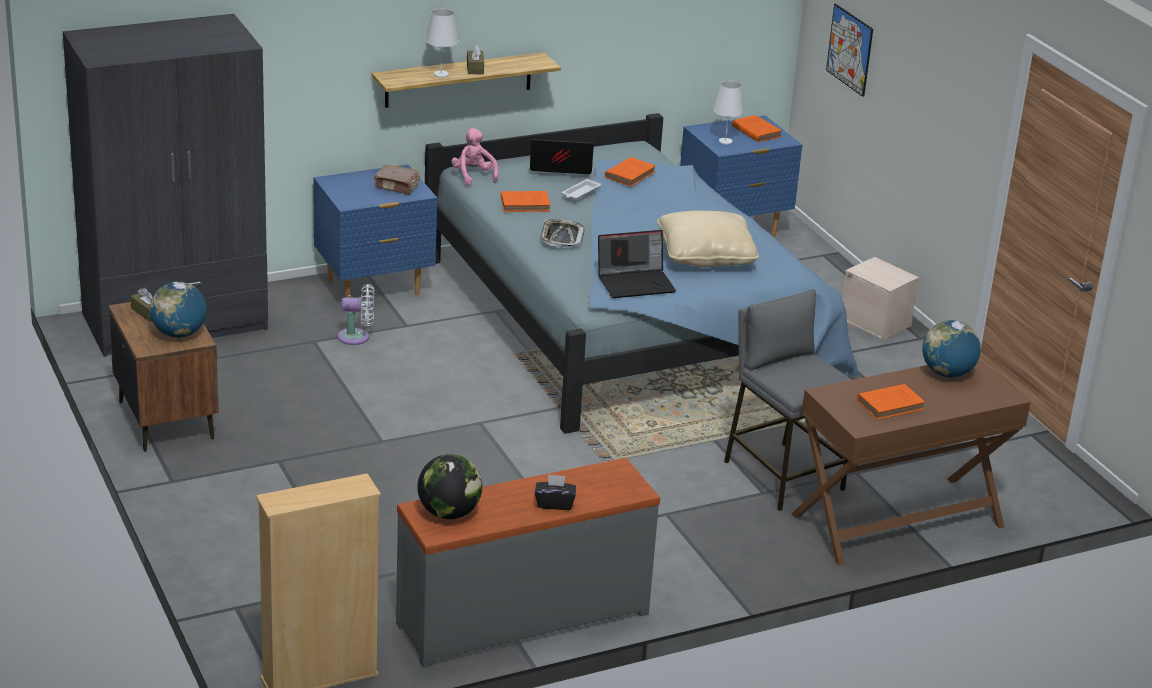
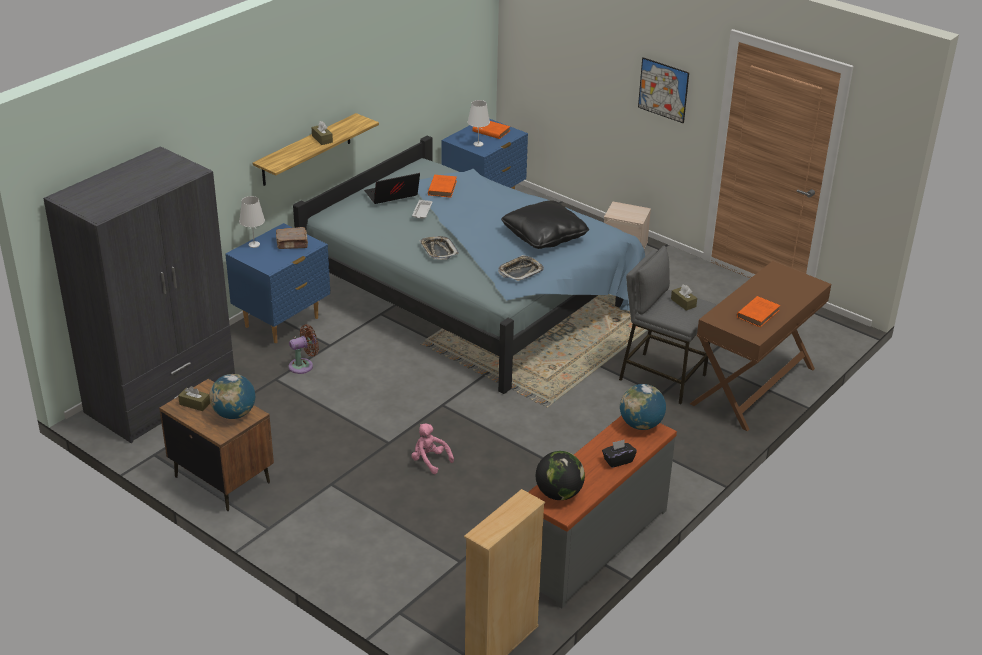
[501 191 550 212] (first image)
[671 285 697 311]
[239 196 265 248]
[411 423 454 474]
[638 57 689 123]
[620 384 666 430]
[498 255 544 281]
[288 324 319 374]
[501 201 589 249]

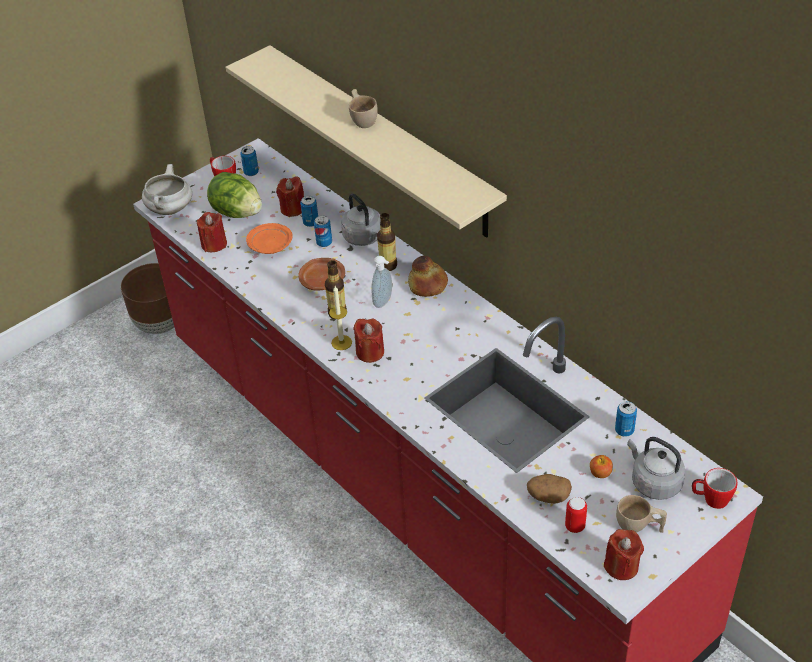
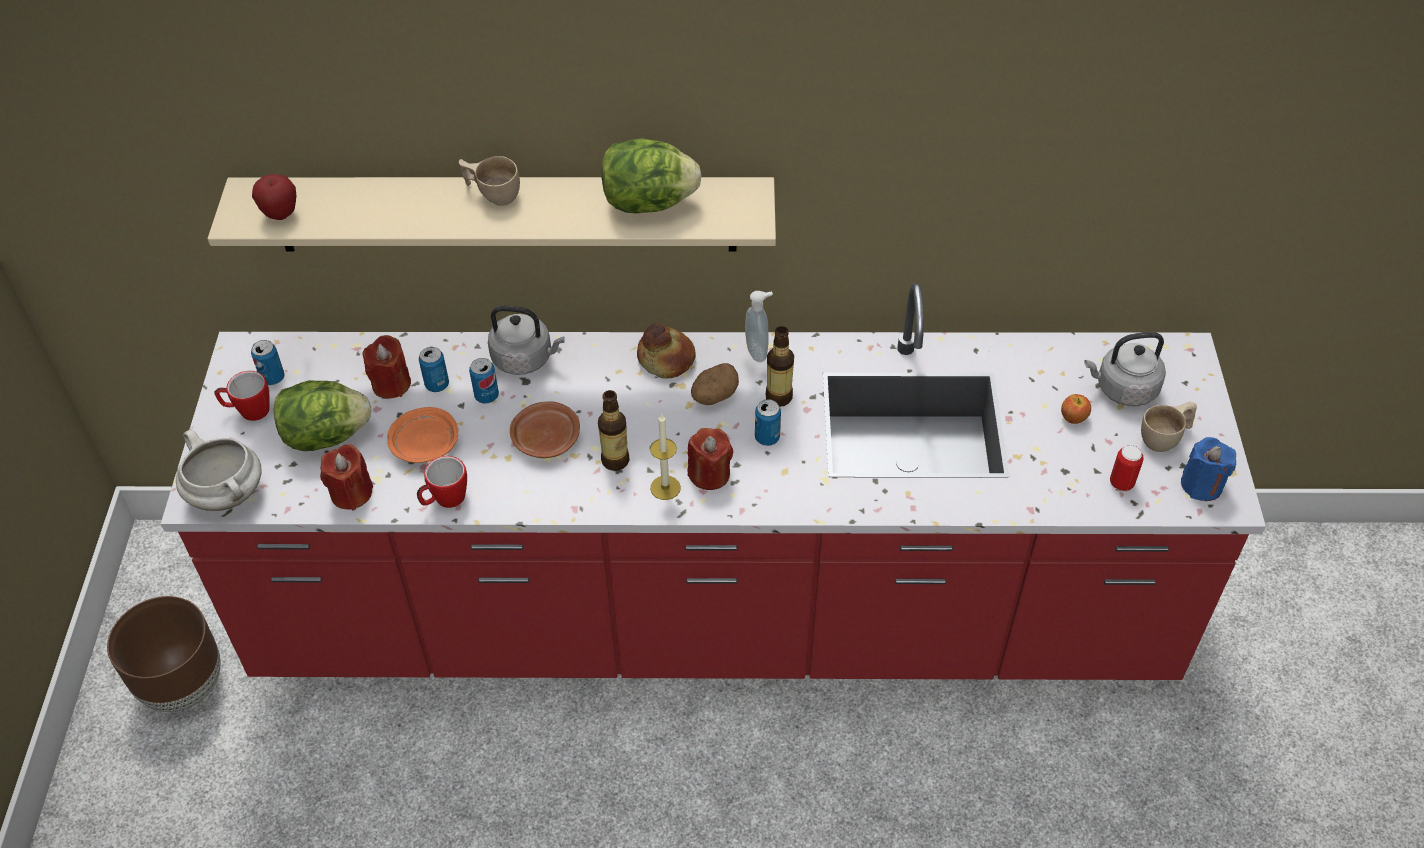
[252 174 296 220]
[601 138 702 214]
[745 291 773 362]
[765 326 794 407]
[691 363 739 405]
[755 399 781 446]
[417 456 467 508]
[1181 437 1236 501]

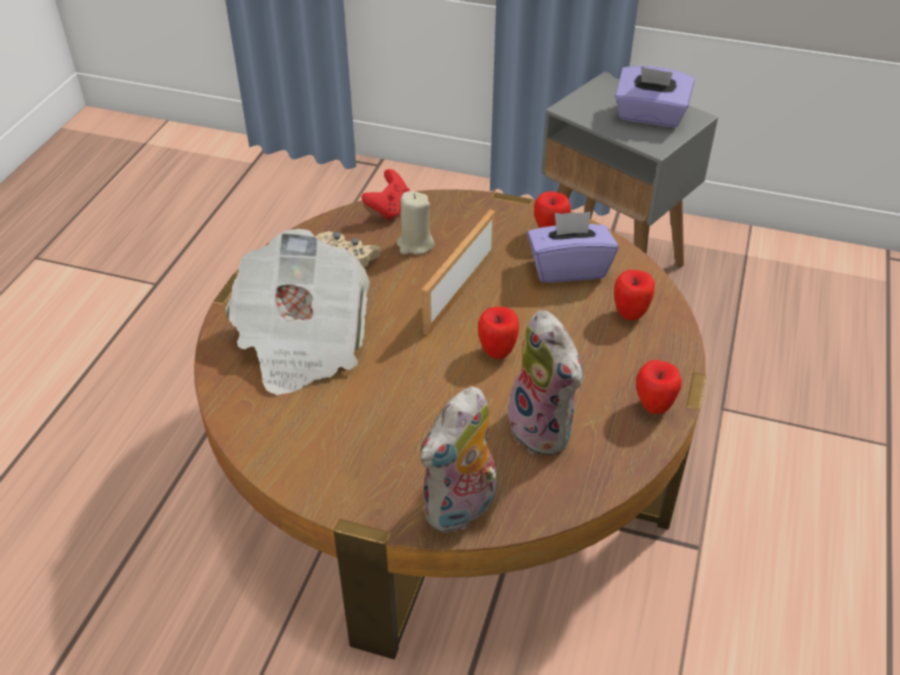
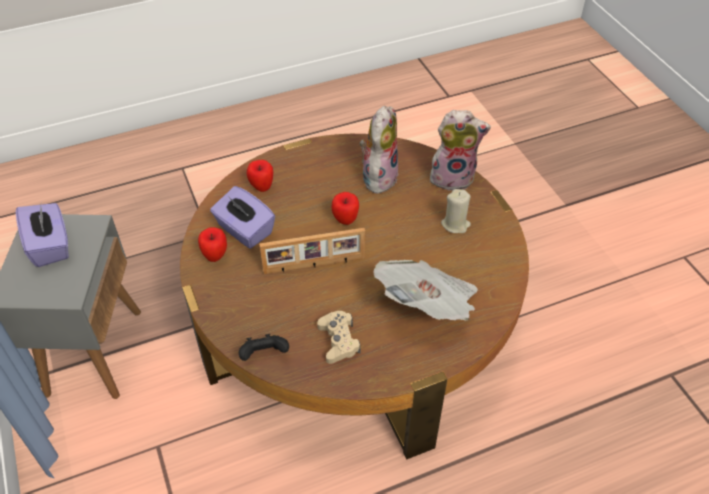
[636 360 682 414] (first image)
[441 189 471 233]
[239 334 289 361]

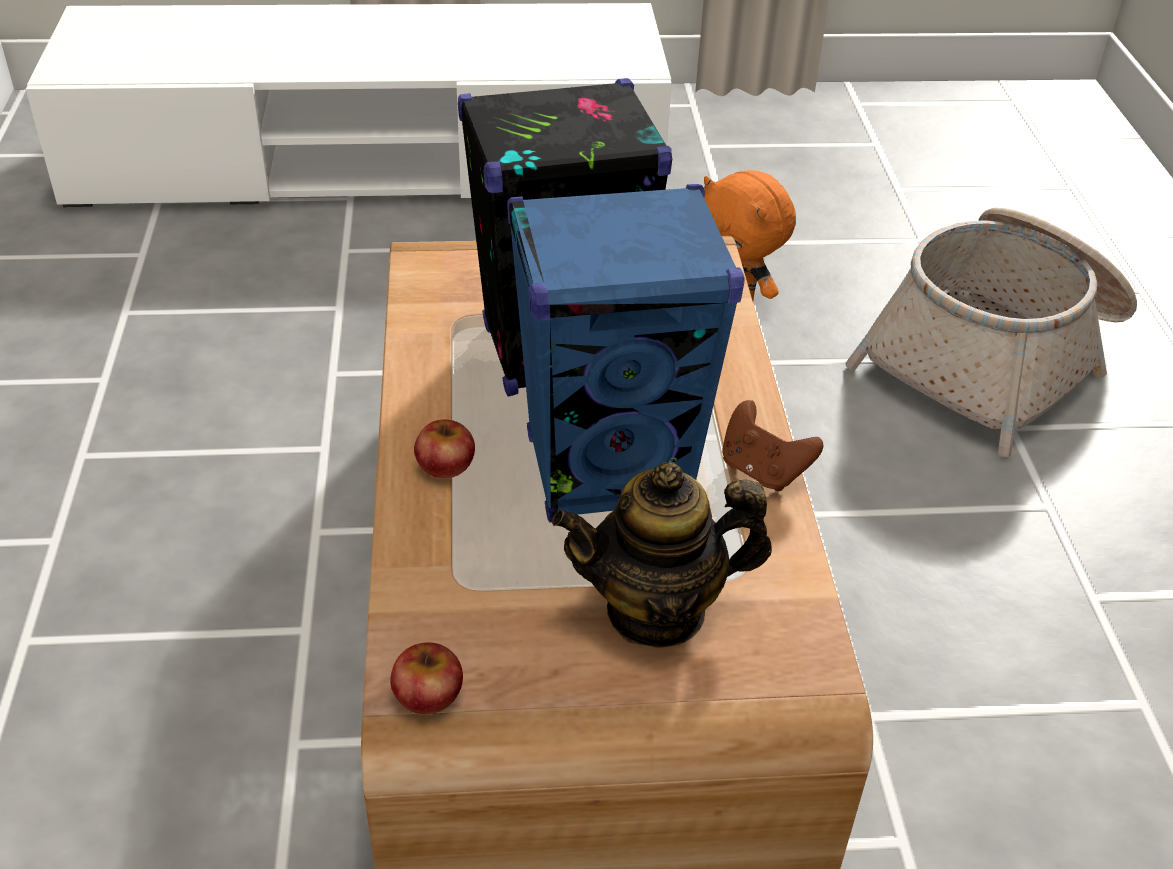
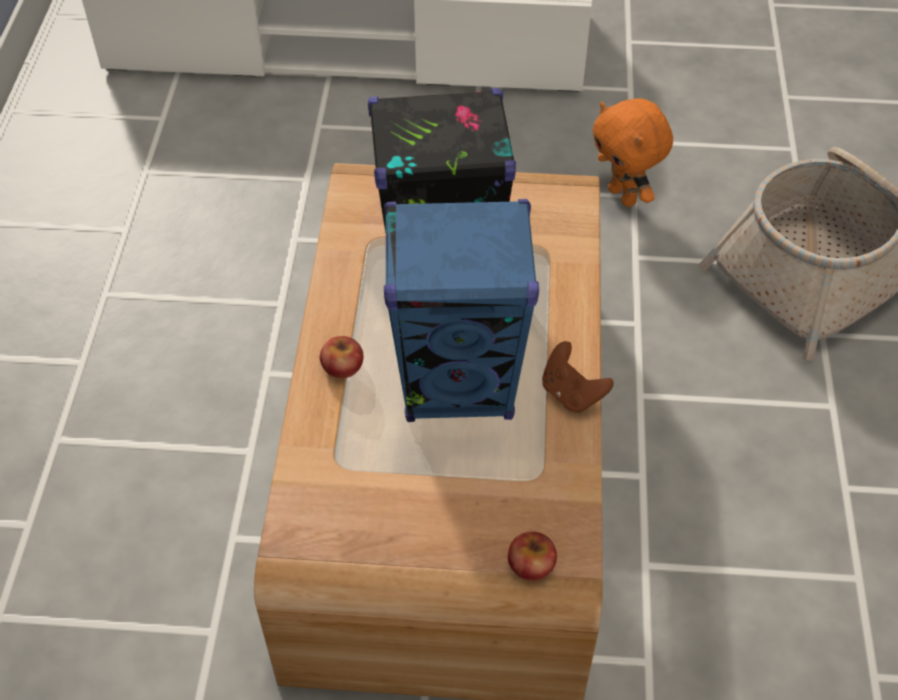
[552 462 772 648] (first image)
[508 532 557 581]

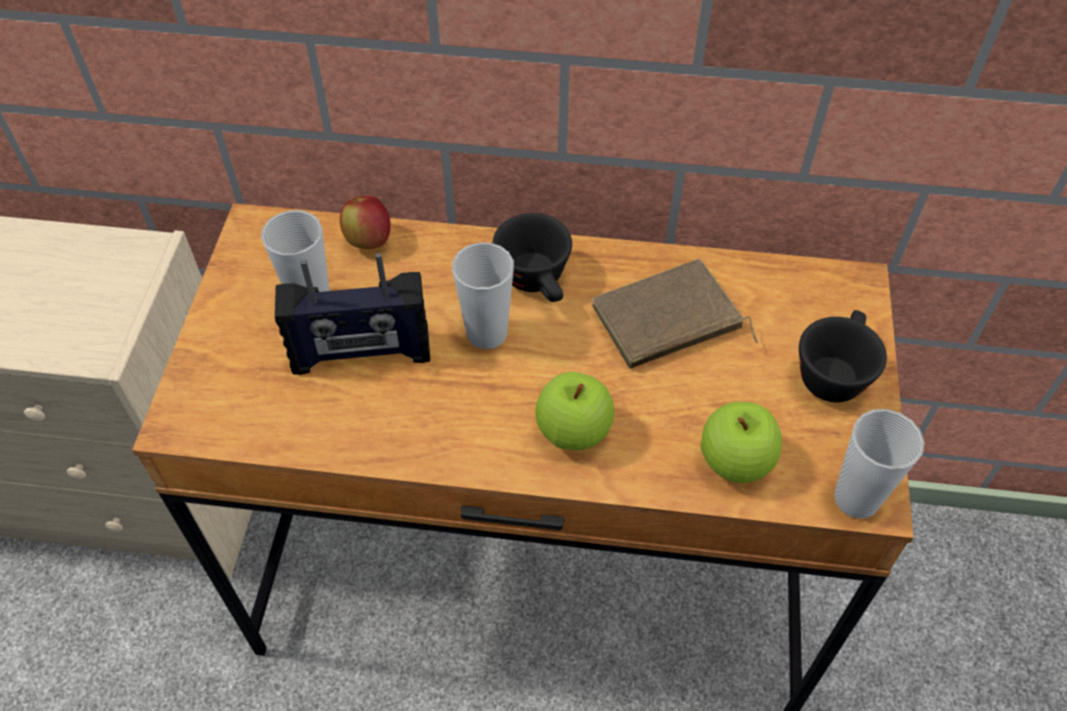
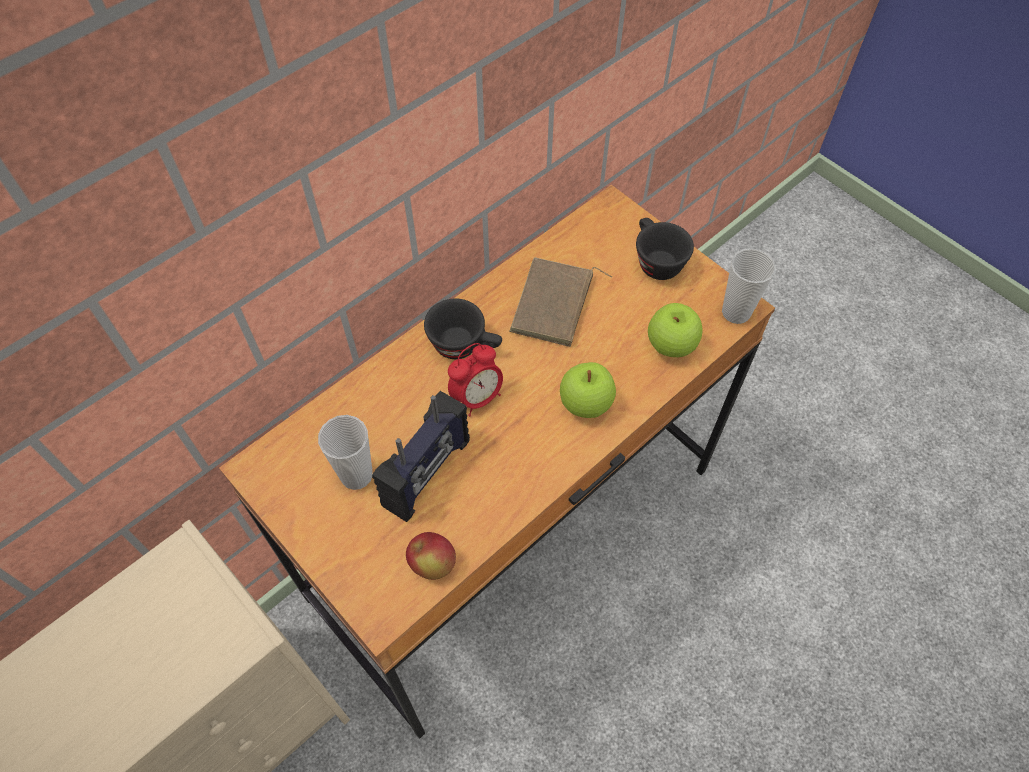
[406 532 456 580]
[448 343 503 417]

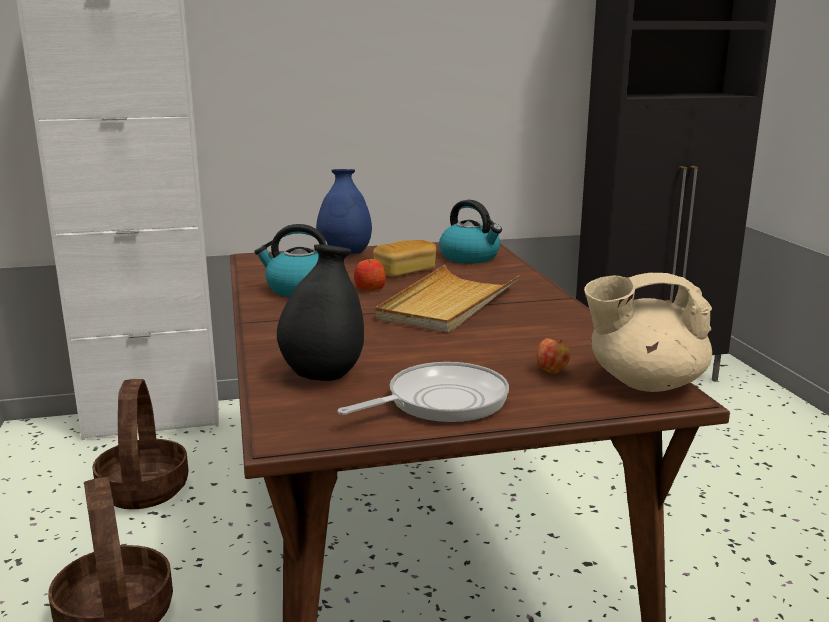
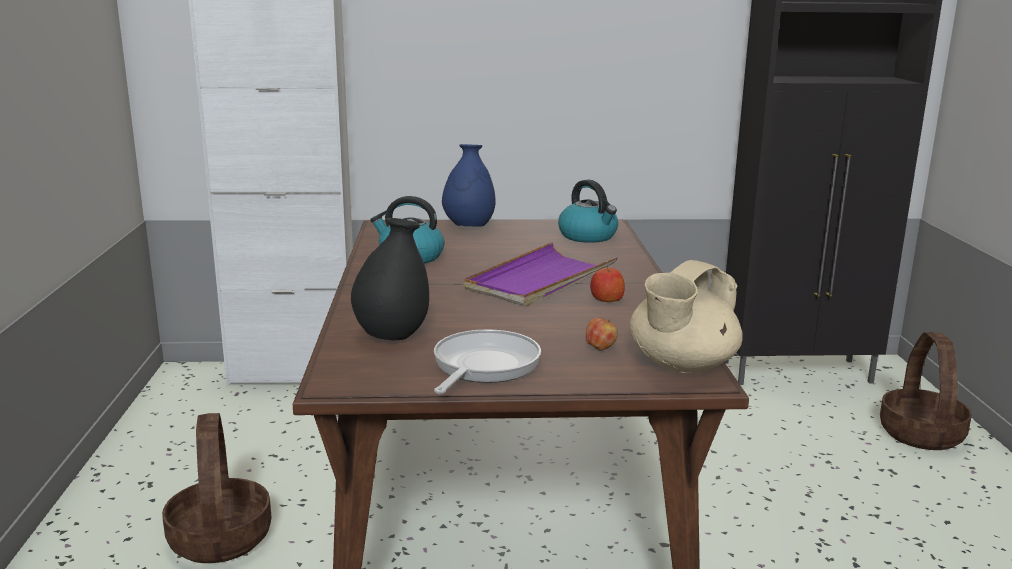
[373 240 436 277] (first image)
[880 332 972 450]
[590 266 625 302]
[464 242 618 307]
[434 330 541 394]
[629 260 743 373]

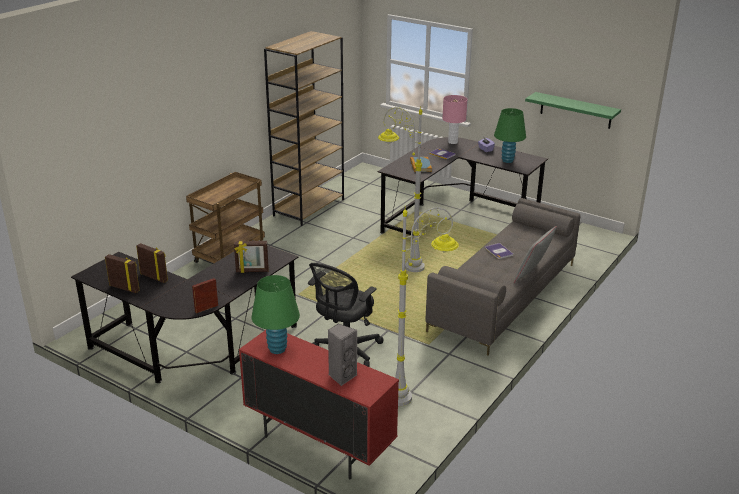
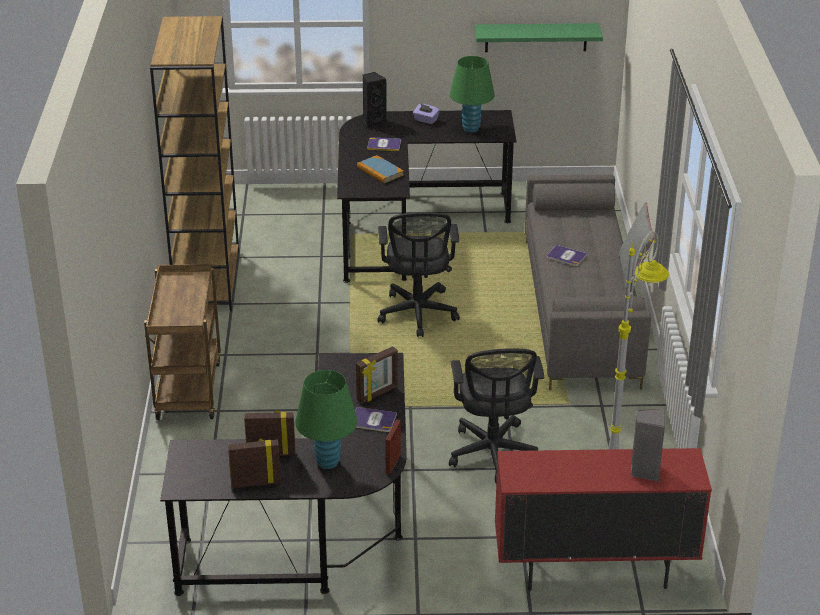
[355 407 397 432]
[295 370 357 469]
[377 212 460 337]
[363 72 386 128]

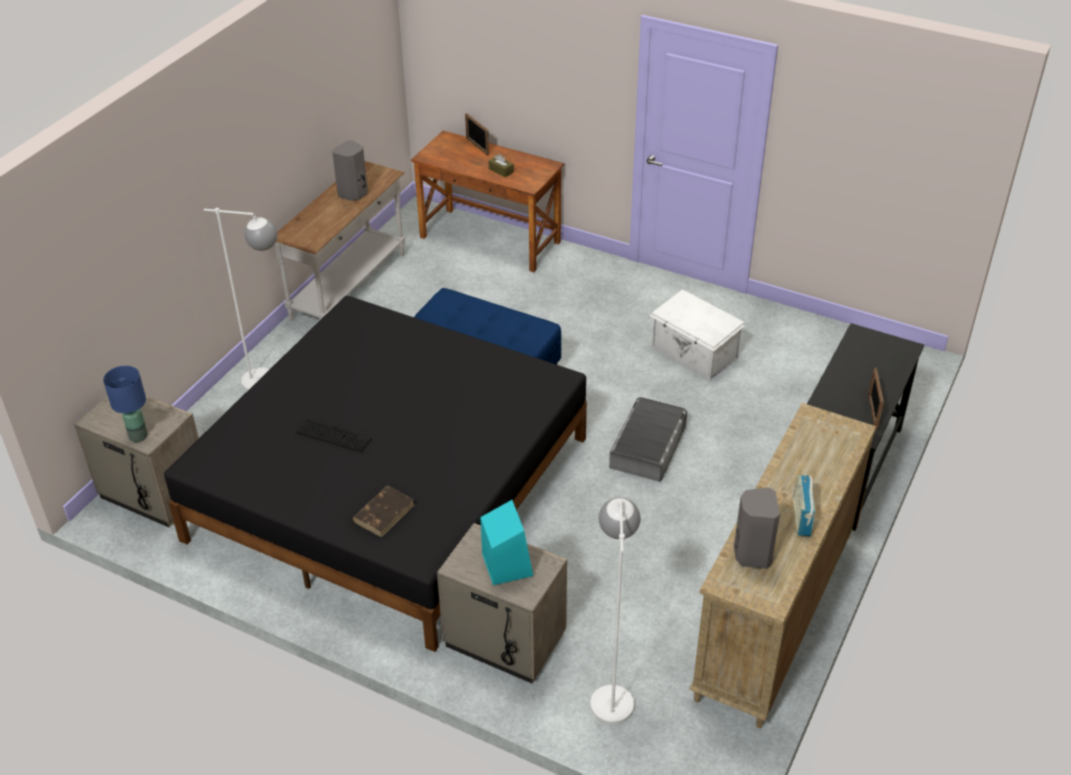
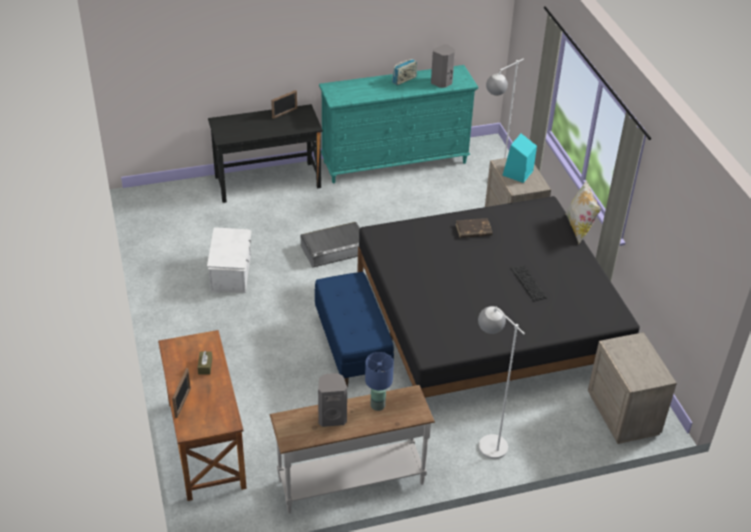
[566 179 601 244]
[365 352 394 411]
[455 218 493 238]
[319 65 478 183]

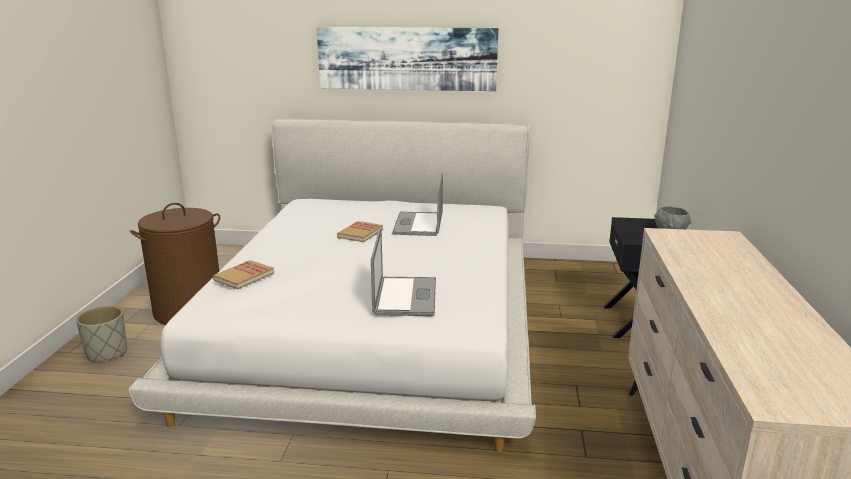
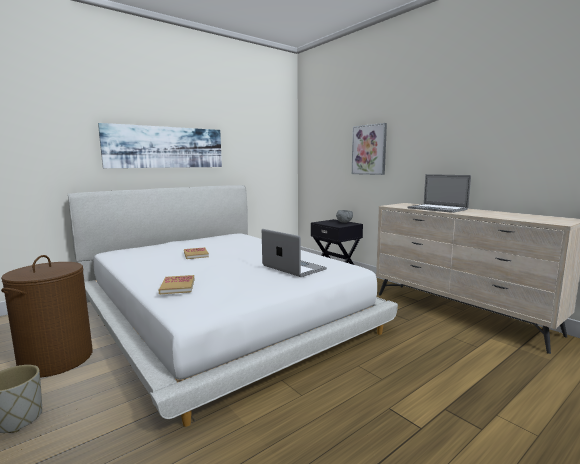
[352 123 387 175]
[408 174 471 213]

